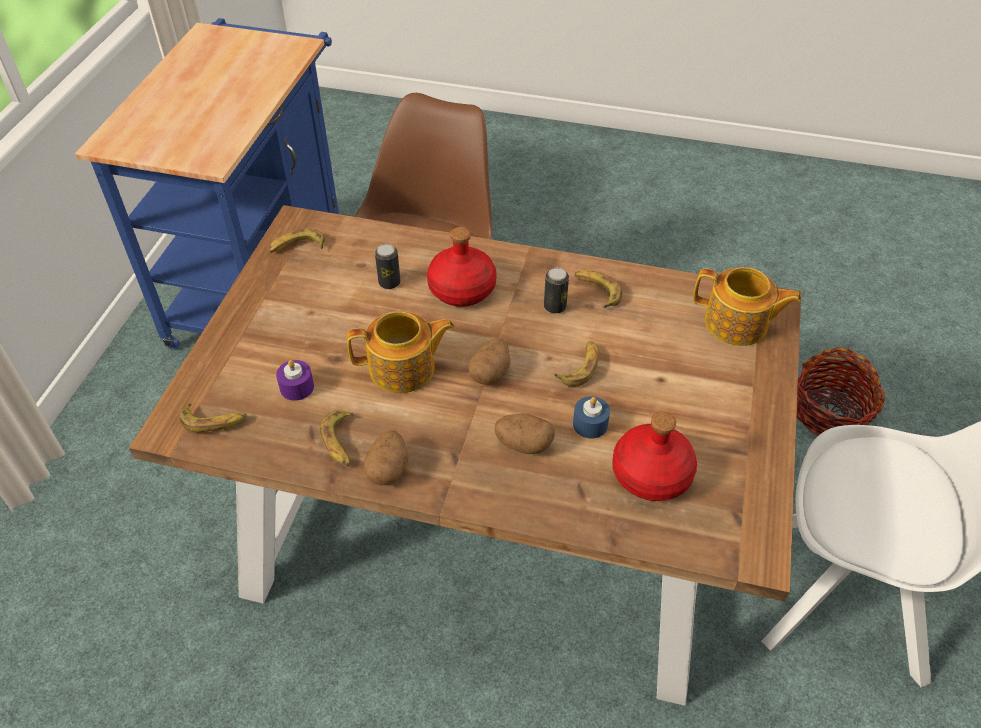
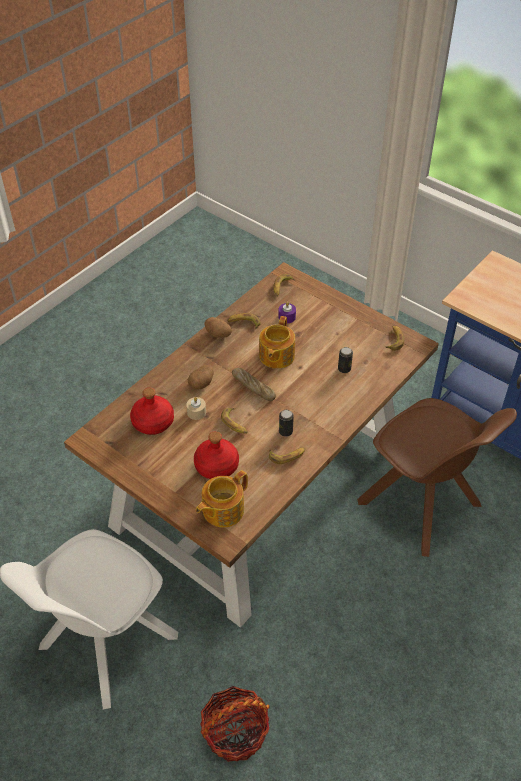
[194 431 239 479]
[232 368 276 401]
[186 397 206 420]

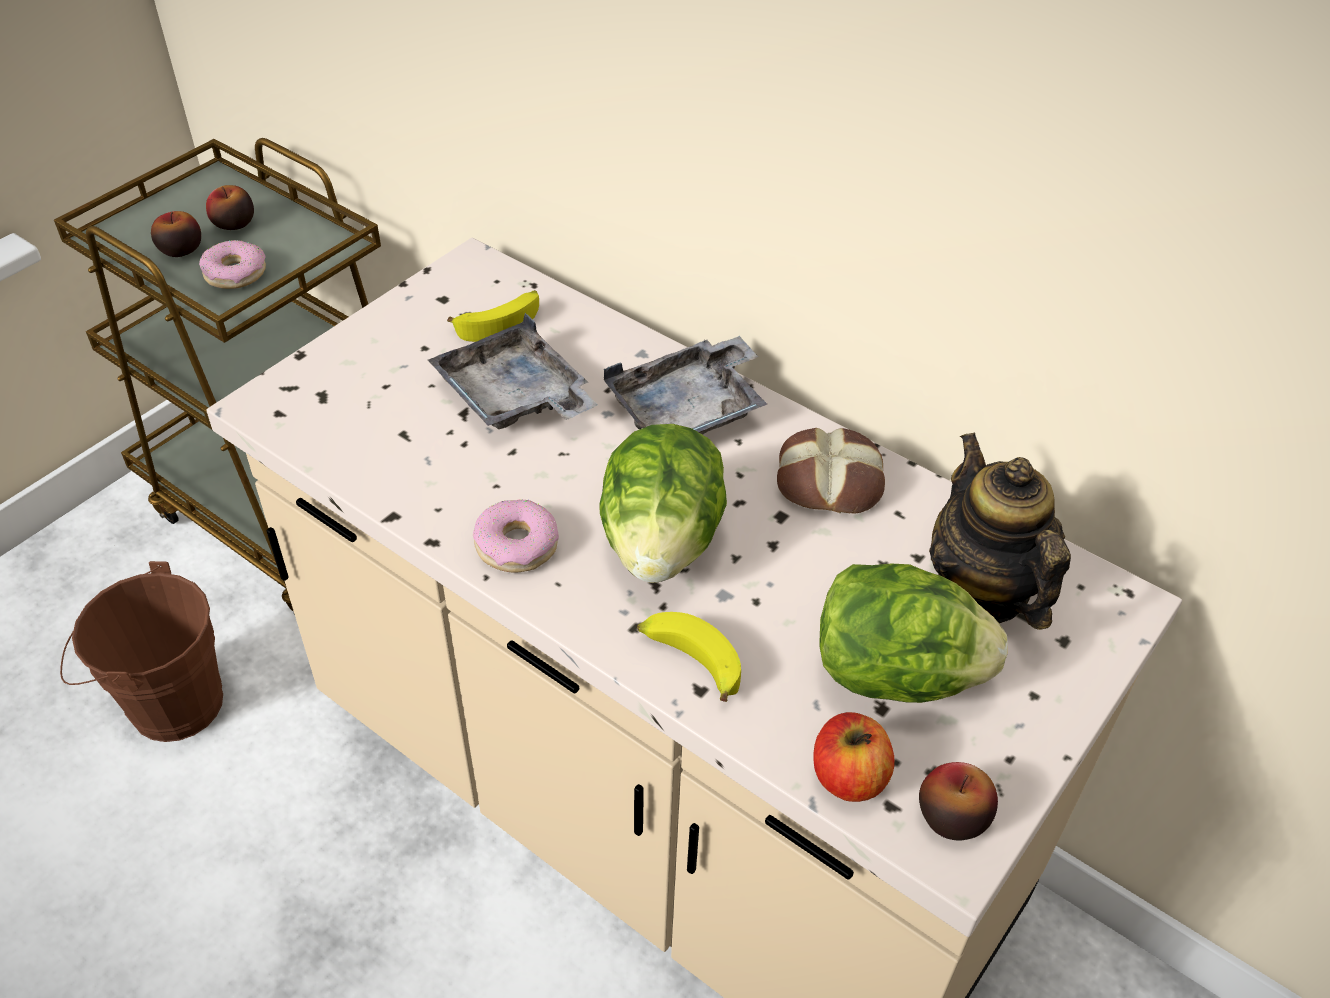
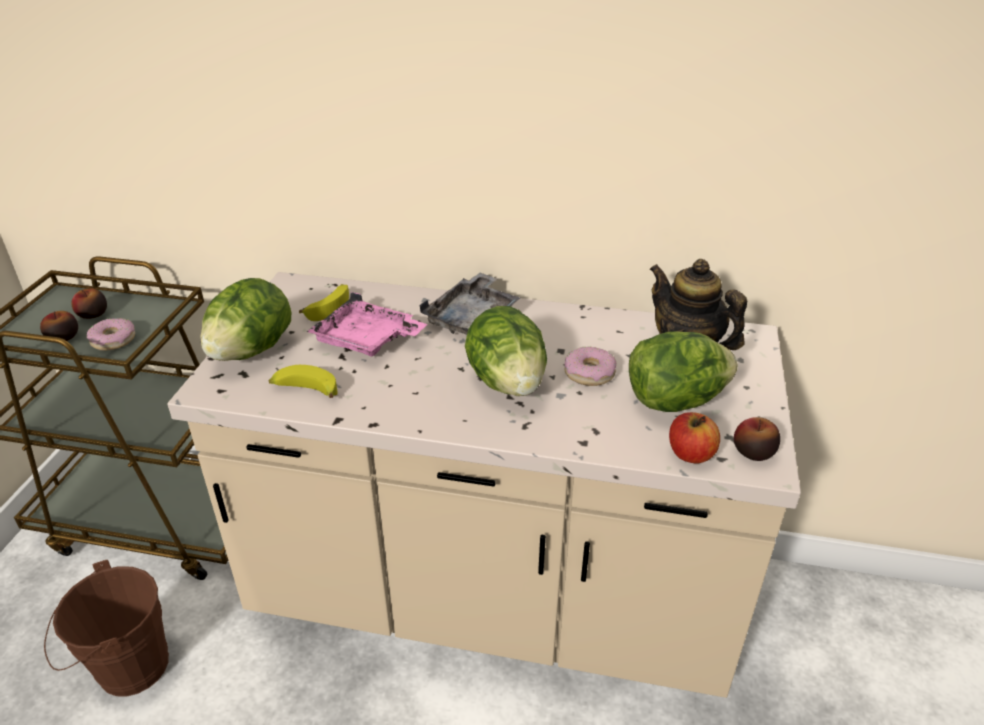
[777 428 885 514] (first image)
[201 278 291 361]
[564 347 616 386]
[269 365 337 398]
[306 292 427 357]

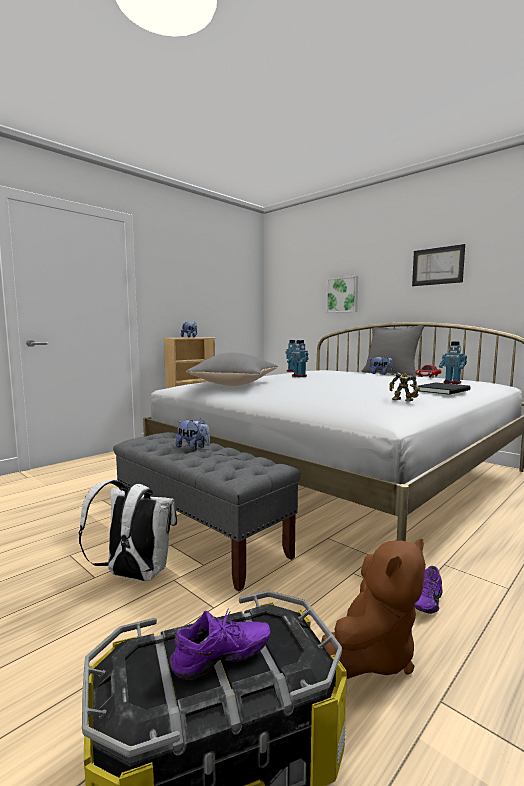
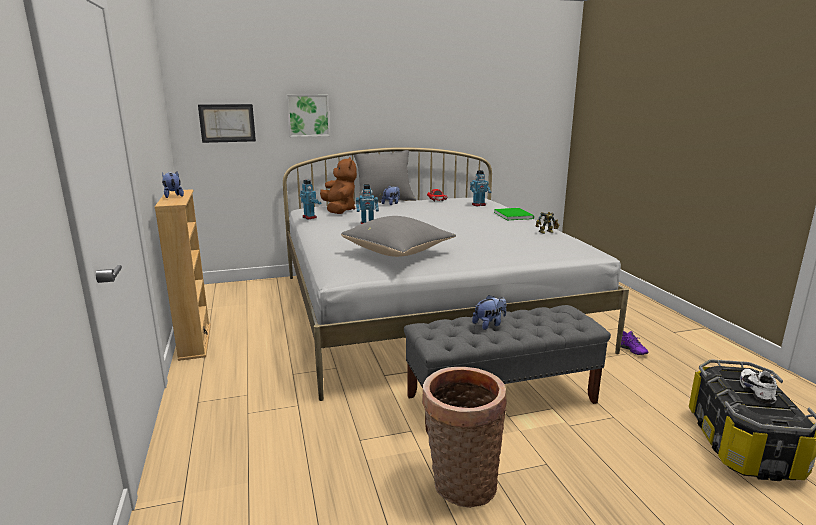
[79 480 177 581] (first image)
[422 367 507 508]
[320 157 357 214]
[198 104 256 143]
[740 369 777 404]
[494 208 534 220]

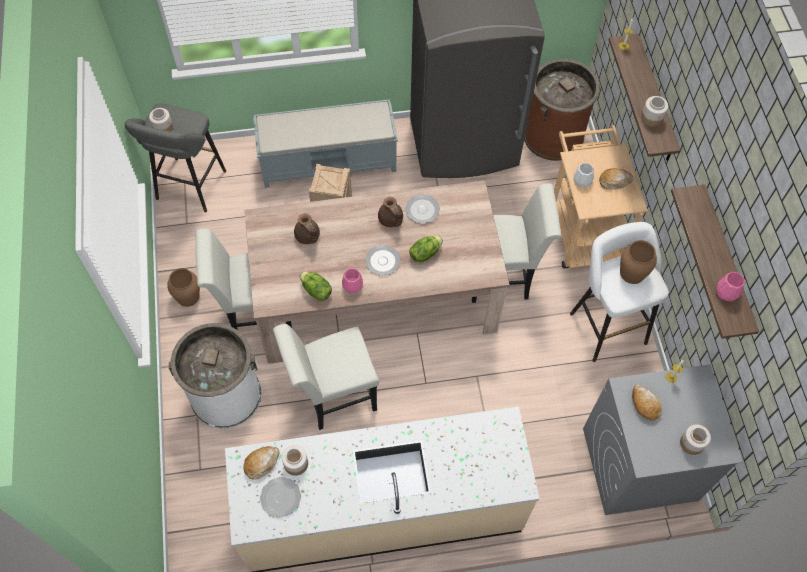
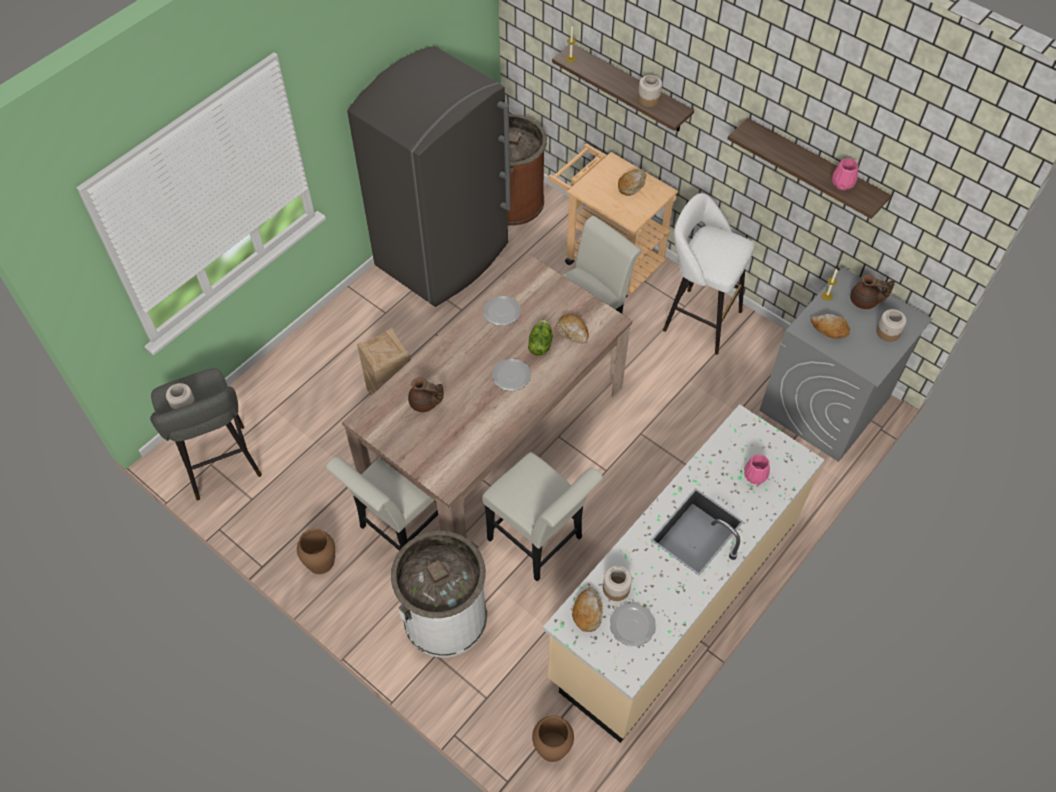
[253 99 398 188] (first image)
[300 271 332 301] (first image)
[574 163 594 187] (first image)
[557 314 588 344]
[744 454 770 485]
[850 275 895 309]
[532 716 574 762]
[482 452 603 582]

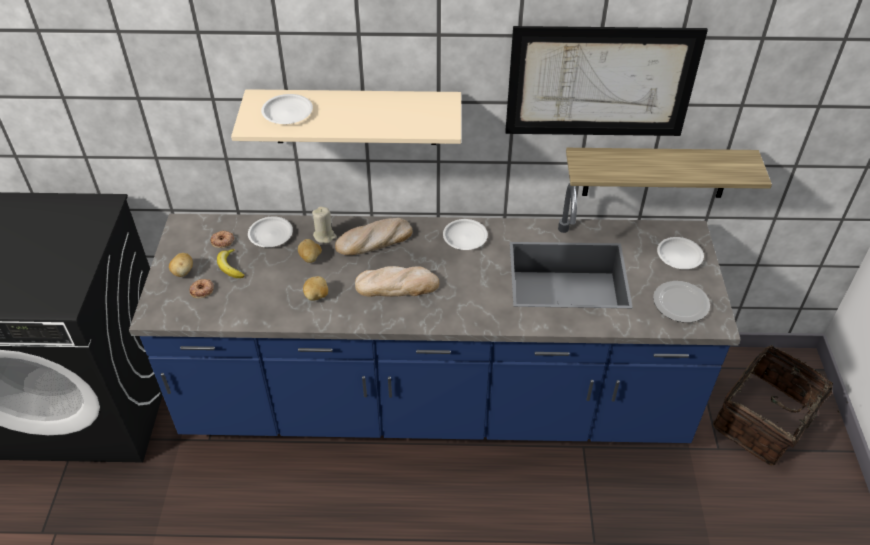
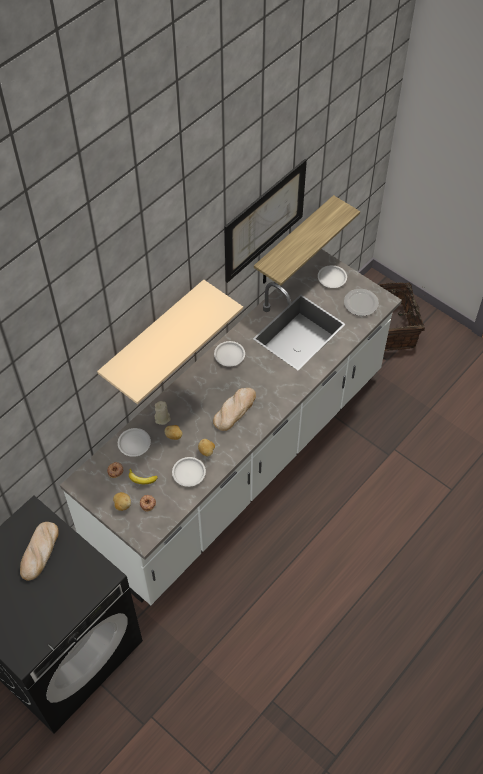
[172 457 206 487]
[20 522 59 581]
[60 249 402 605]

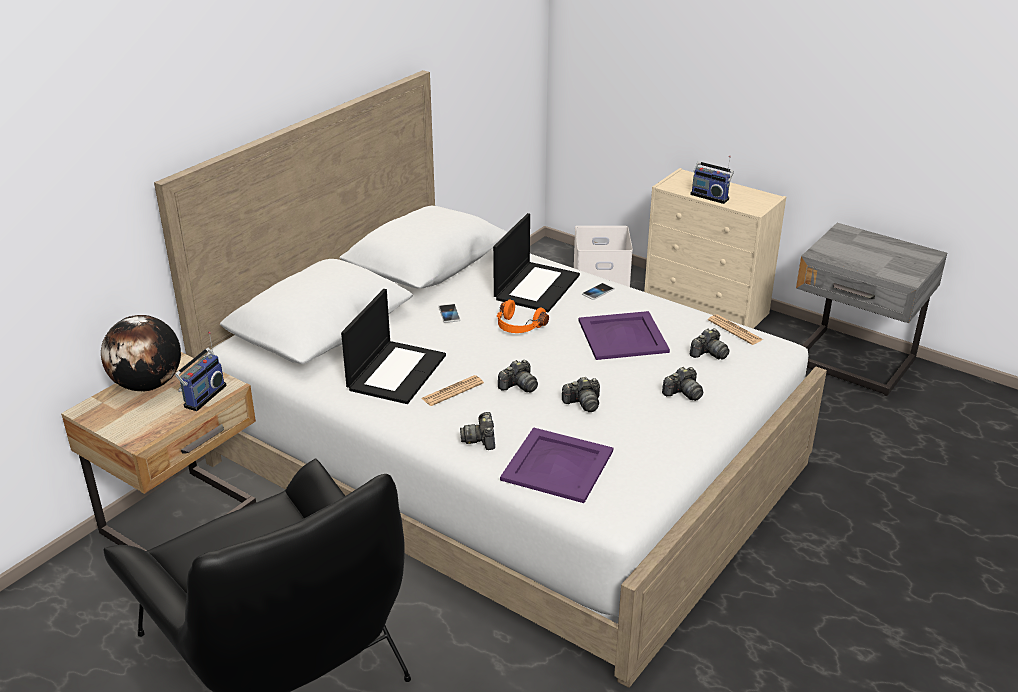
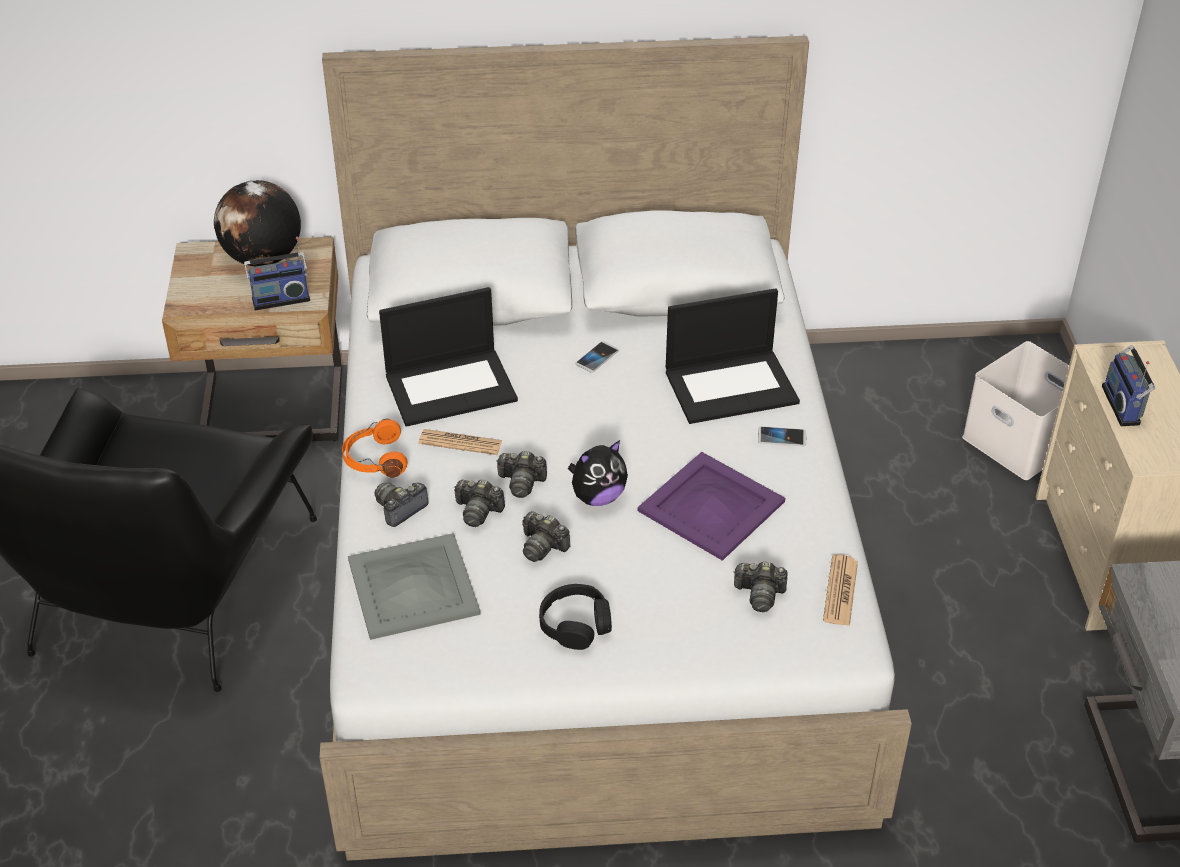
[539 584 612 650]
[568 440 628 506]
[342 419 407 478]
[454 479 505 527]
[348 533 481 640]

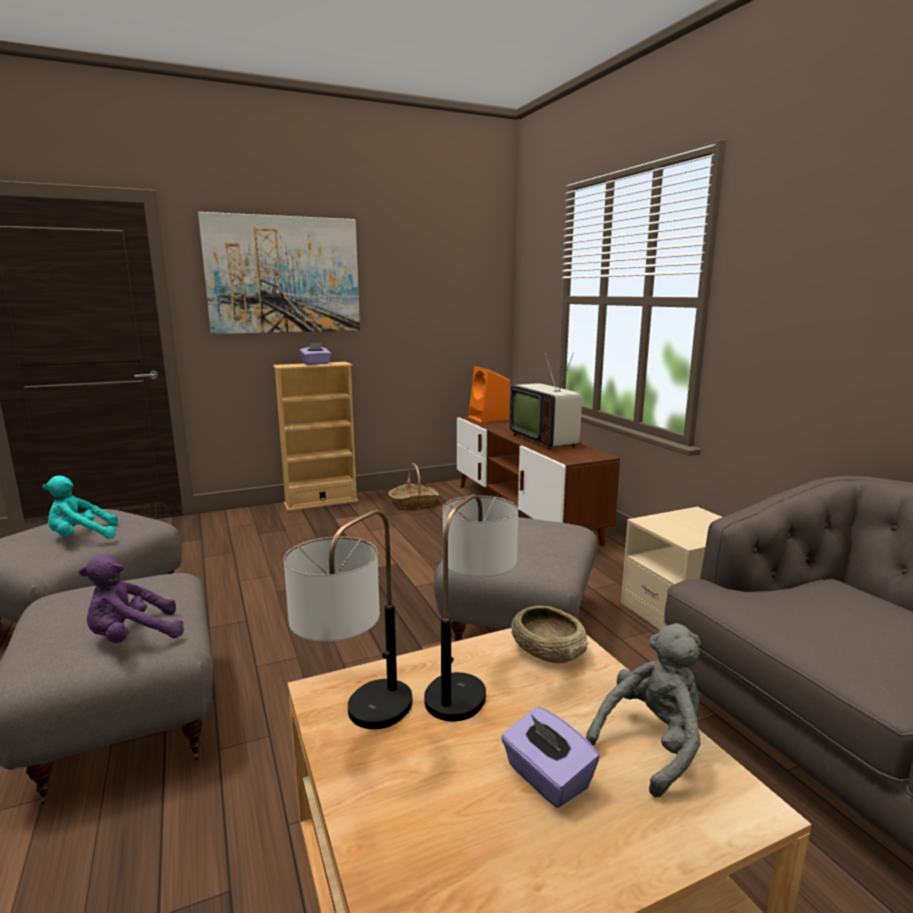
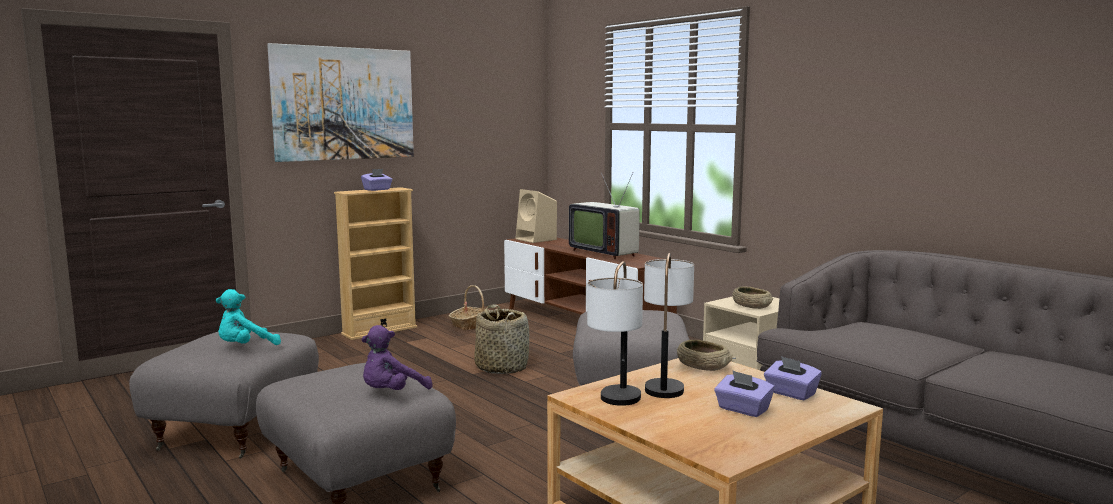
[474 304 529 374]
[732 287 773 309]
[764 356 822 400]
[515 189 557 243]

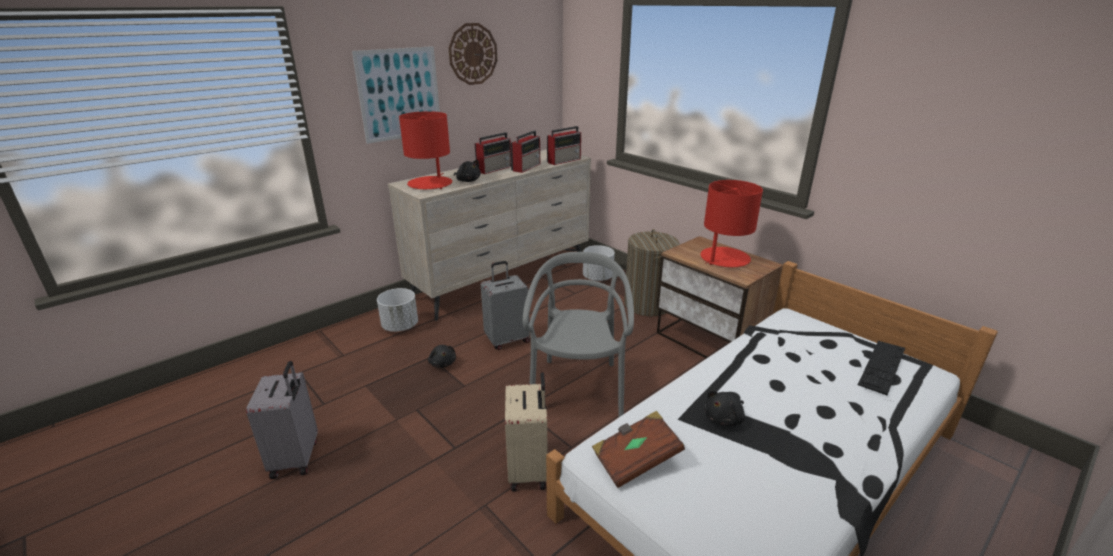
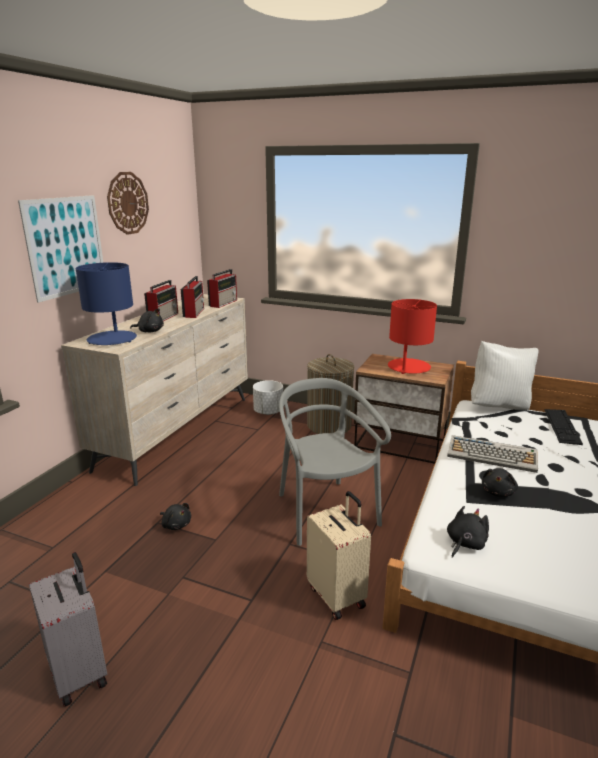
[377 288 418 332] (first image)
[481 261 530 350] (first image)
[447 435 538 473]
[471 341 539 410]
[447 506 489 558]
[76 262 137 345]

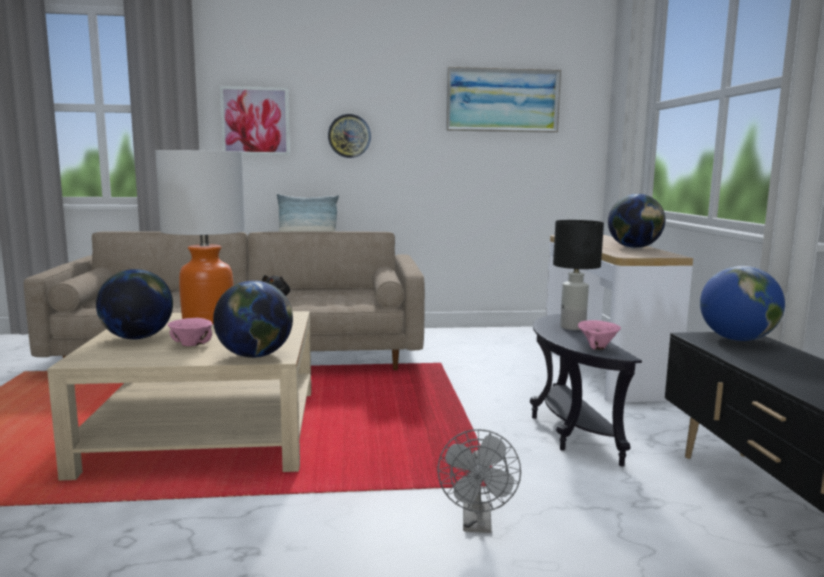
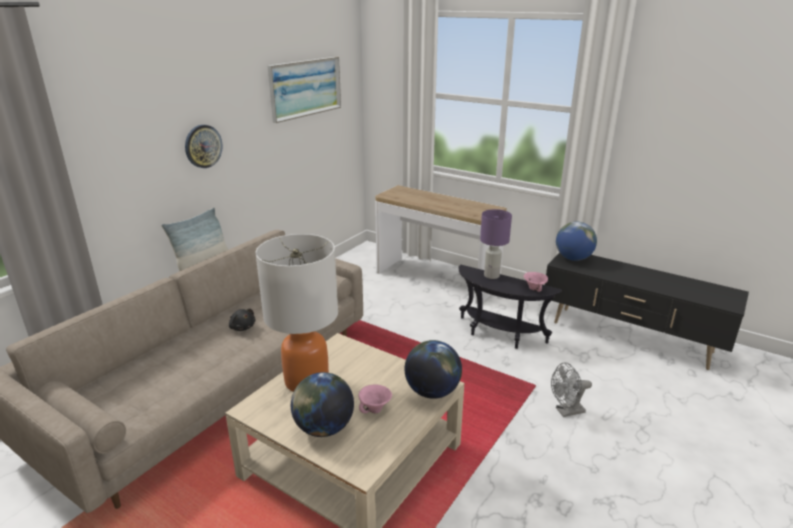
[220 86 290 155] (first image)
[608 194 665 248] (first image)
[480 209 512 279]
[551 362 592 417]

